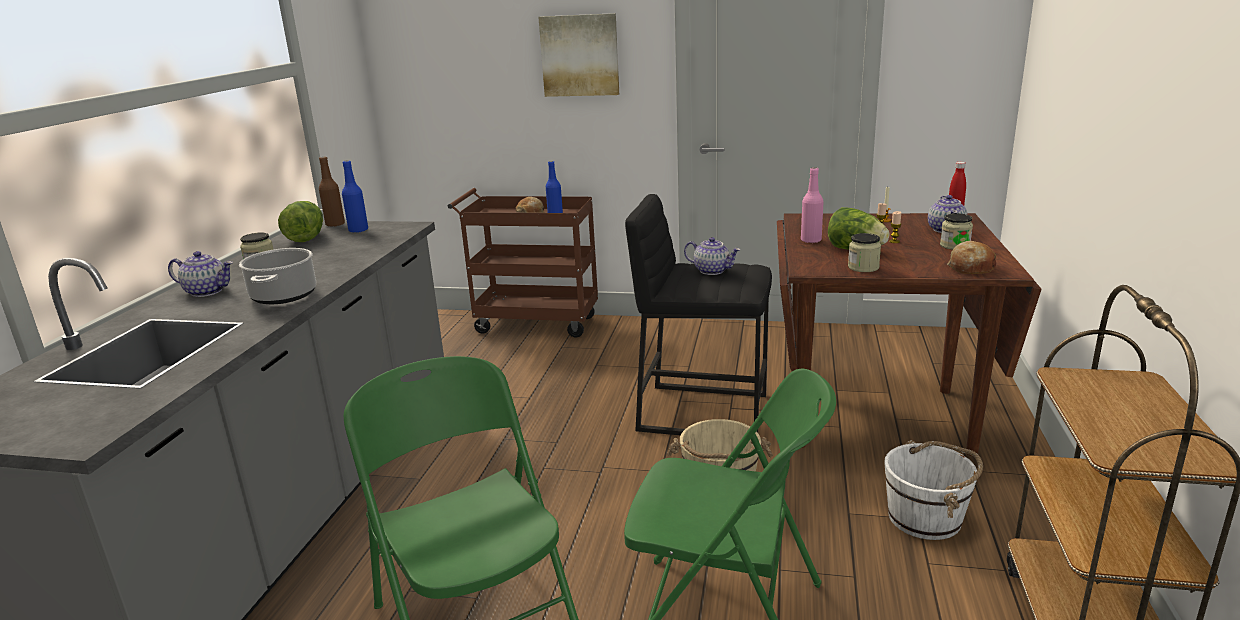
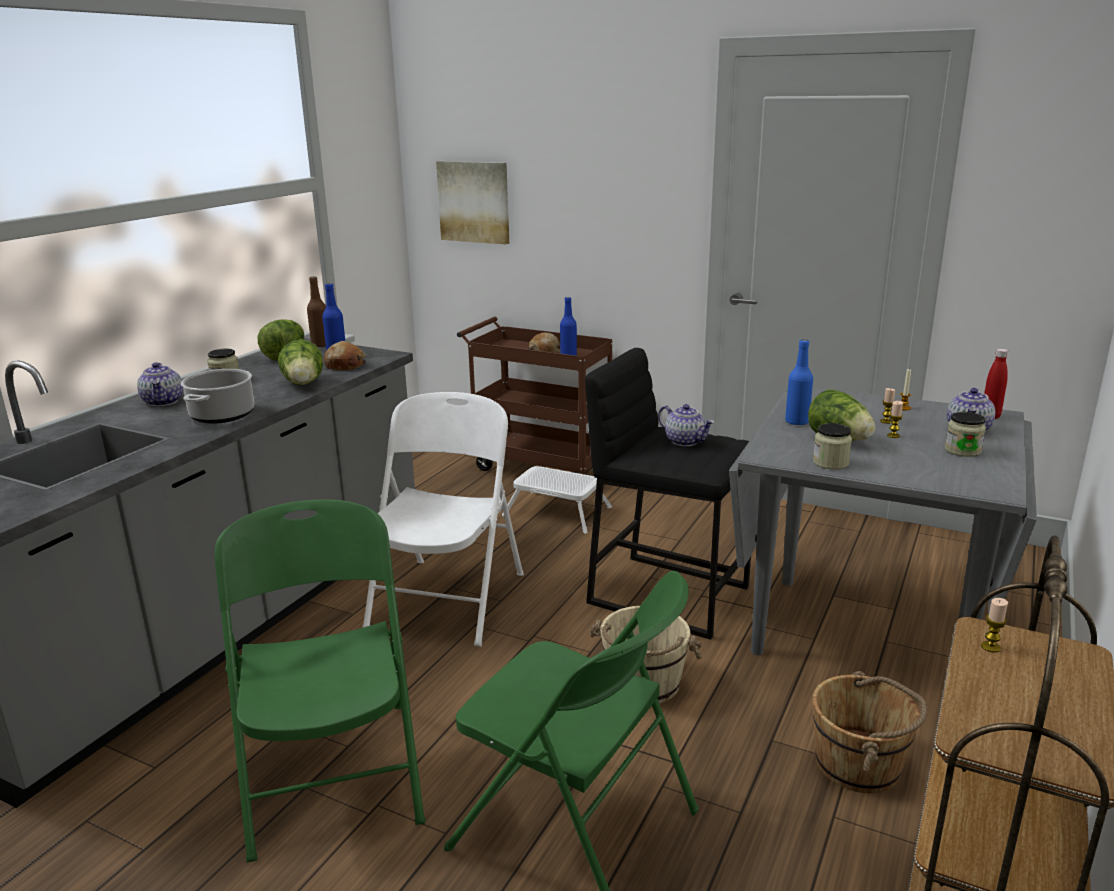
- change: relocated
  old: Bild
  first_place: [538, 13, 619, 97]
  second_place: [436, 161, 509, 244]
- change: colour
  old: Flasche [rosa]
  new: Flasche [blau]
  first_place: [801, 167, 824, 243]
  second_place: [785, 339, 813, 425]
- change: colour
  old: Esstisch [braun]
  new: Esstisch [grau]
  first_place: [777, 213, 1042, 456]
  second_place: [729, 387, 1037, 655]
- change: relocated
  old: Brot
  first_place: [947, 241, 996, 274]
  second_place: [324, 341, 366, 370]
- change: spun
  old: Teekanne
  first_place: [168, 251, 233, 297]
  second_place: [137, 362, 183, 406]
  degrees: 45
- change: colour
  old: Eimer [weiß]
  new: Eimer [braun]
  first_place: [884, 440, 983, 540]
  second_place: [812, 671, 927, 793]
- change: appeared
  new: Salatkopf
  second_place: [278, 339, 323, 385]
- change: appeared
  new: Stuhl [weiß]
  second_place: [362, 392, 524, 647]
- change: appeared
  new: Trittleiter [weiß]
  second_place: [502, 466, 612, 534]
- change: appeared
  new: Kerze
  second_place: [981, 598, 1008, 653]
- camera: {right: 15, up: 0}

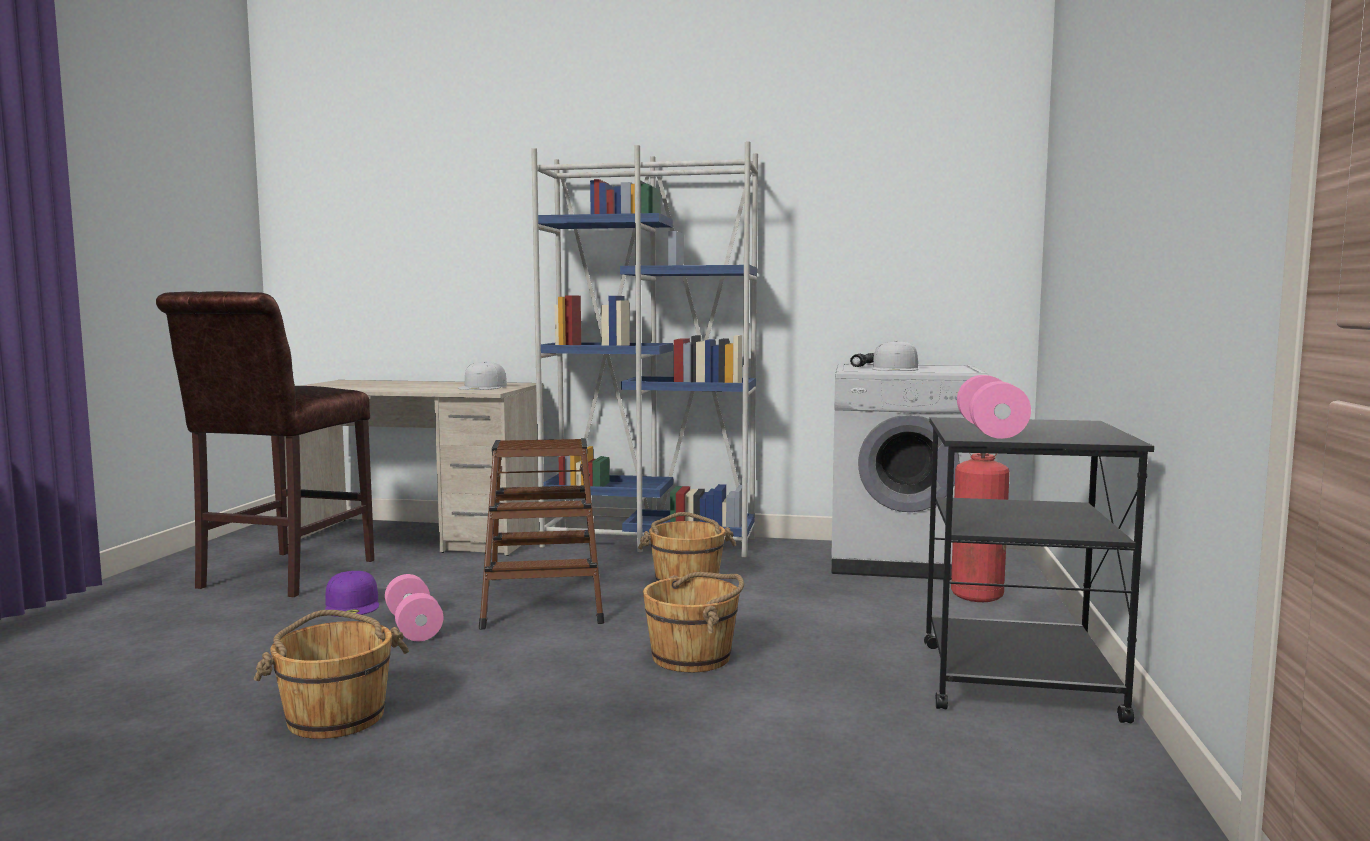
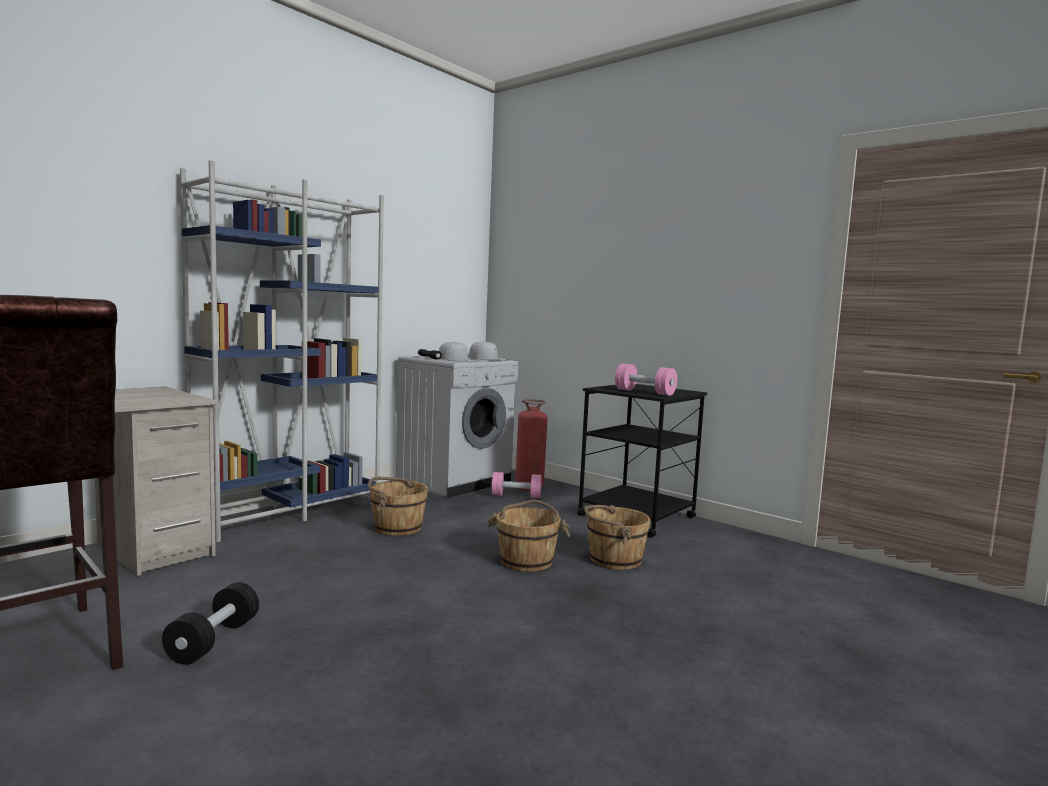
- change: relocated
  old: Kappe [weiß]
  first_place: [458, 361, 507, 390]
  second_place: [469, 341, 506, 360]
- change: missing
  old: Trittleiter [braun]
  first_place: [479, 438, 604, 629]
- change: exchanged
  old: Kappe [lila]
  new: Hantel [schwarz]
  first_place: [325, 571, 379, 617]
  second_place: [162, 582, 259, 665]
- change: relocated
  old: Hantel [rosa]
  first_place: [385, 574, 443, 641]
  second_place: [492, 472, 542, 498]
- change: relocated
  old: Eimer [braun]
  first_place: [253, 610, 409, 739]
  second_place: [584, 505, 651, 570]
- camera: {right: -60, up: 0}

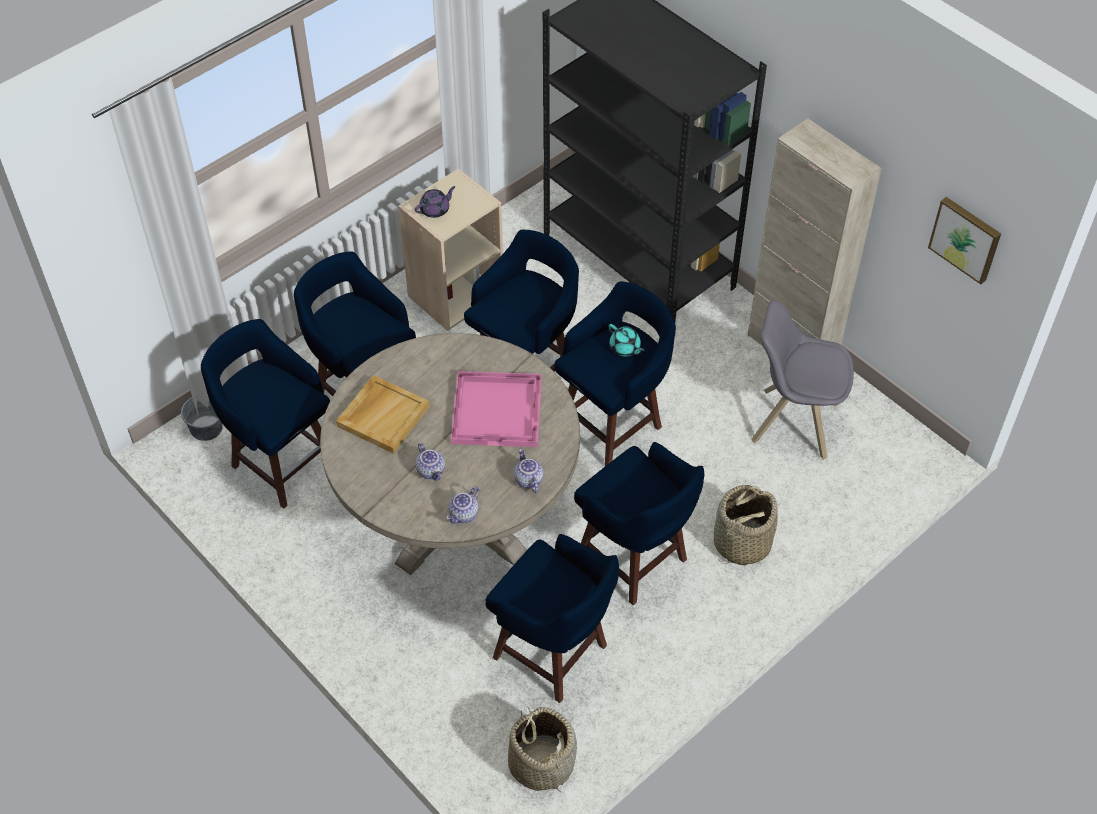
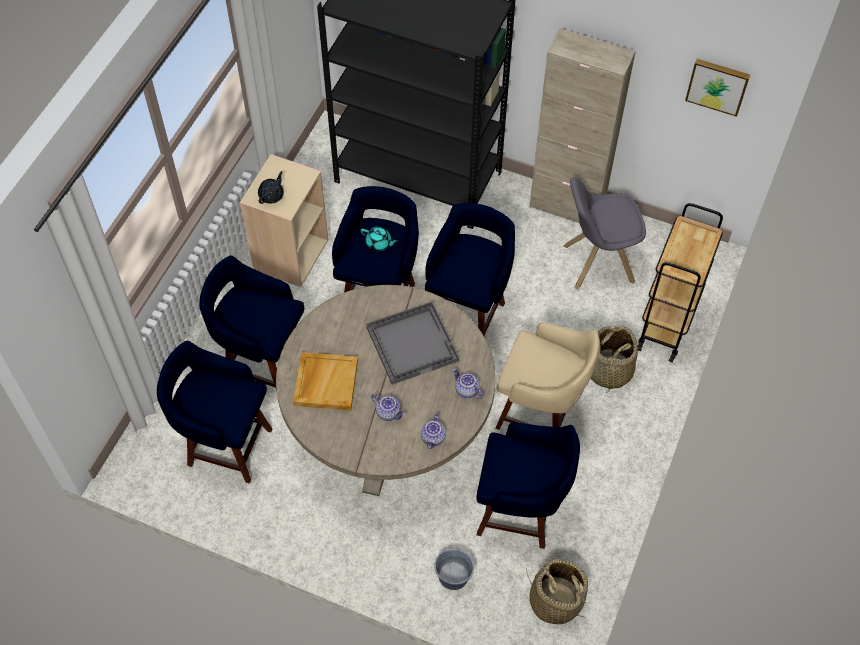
- change: colour
  old: Teekanne [lila]
  new: Teekanne [schwarz]
  first_place: [415, 186, 455, 218]
  second_place: [258, 171, 284, 204]
- change: relocated
  old: Teekanne [türkis]
  first_place: [609, 324, 645, 356]
  second_place: [361, 226, 398, 251]
- change: colour
  old: Tablett [rosa]
  new: Tablett [grau]
  first_place: [451, 371, 542, 447]
  second_place: [366, 302, 459, 385]
- change: relocated
  old: Eimer [grau]
  first_place: [181, 393, 223, 441]
  second_place: [434, 548, 474, 590]
- change: colour
  old: Hocker [blau]
  new: Hocker [beige]
  first_place: [574, 442, 704, 605]
  second_place: [495, 322, 601, 430]
- change: appeared
  new: Rollwagen [braun]
  second_place: [638, 203, 723, 363]
- camera: {right: -25, up: 5}

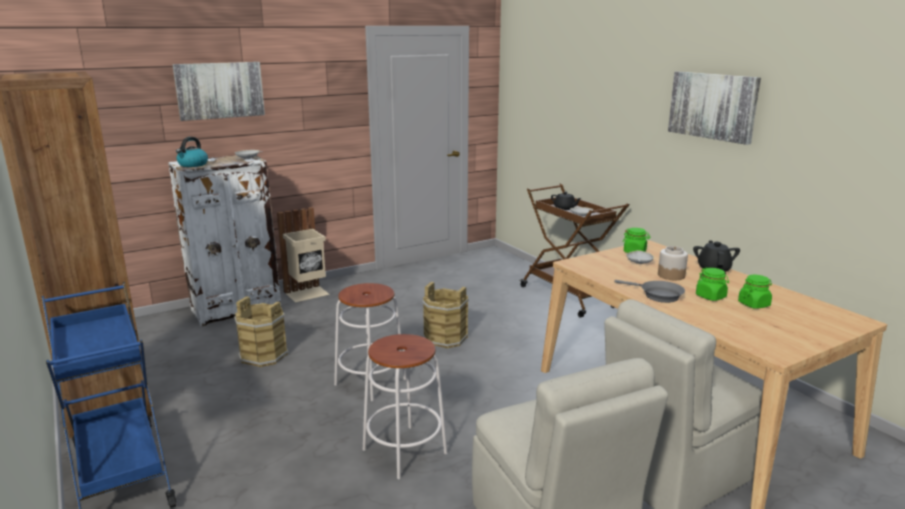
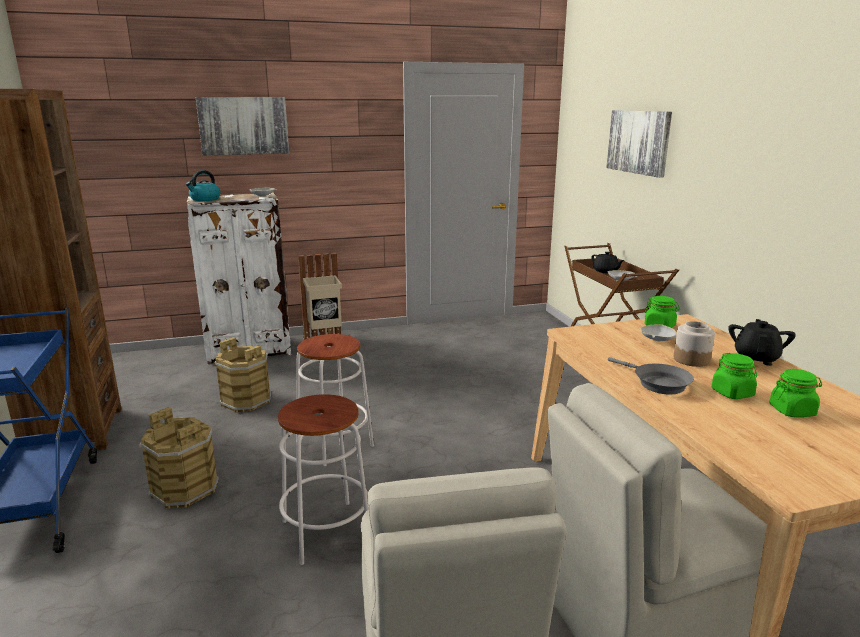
- change: relocated
  old: Bild
  first_place: [668, 71, 761, 145]
  second_place: [606, 110, 672, 178]
- change: relocated
  old: Eimer [braun]
  first_place: [422, 282, 469, 348]
  second_place: [139, 407, 219, 509]
- camera: {right: 15, up: 0}

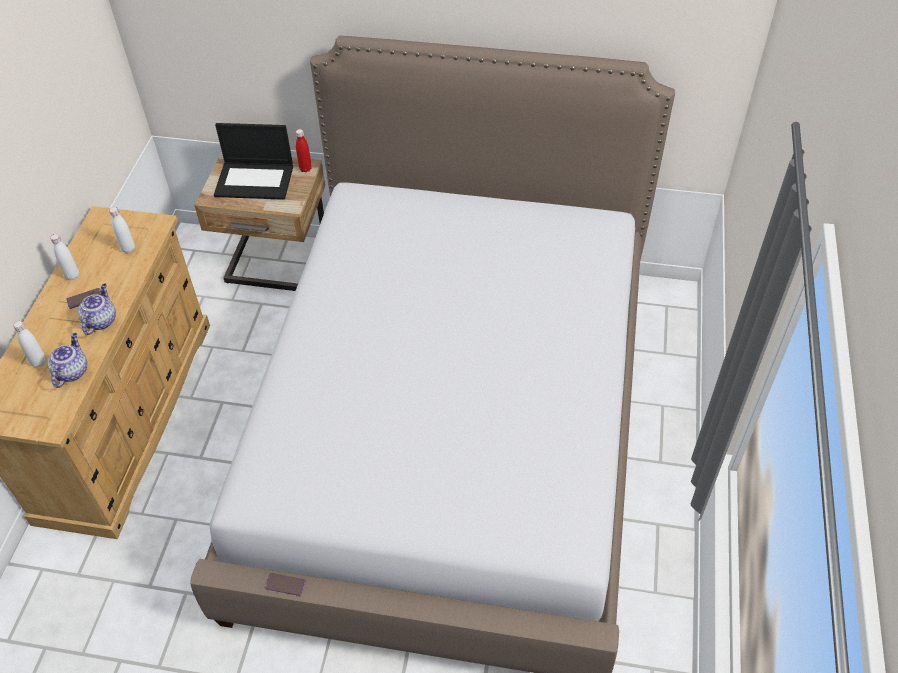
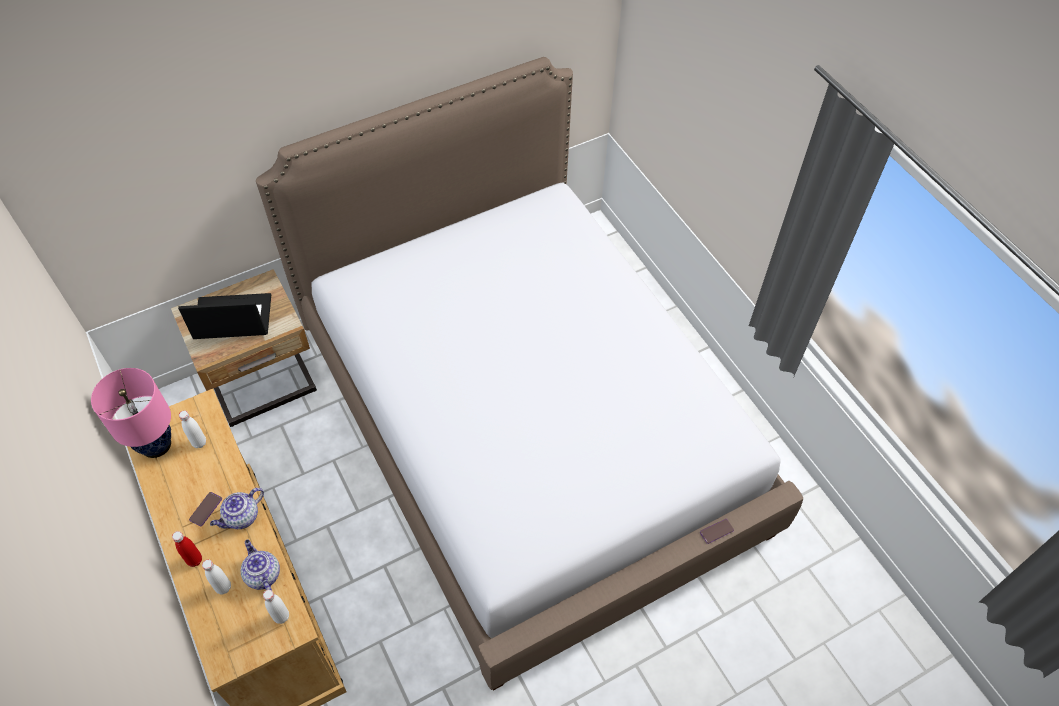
- change: spun
  old: Laptop
  first_place: [214, 123, 293, 200]
  second_place: [178, 293, 271, 339]
  degrees: -150
- change: relocated
  old: Flasche [rot]
  first_place: [296, 129, 312, 172]
  second_place: [172, 531, 202, 567]
- change: relocated
  old: Flasche [weiß]
  first_place: [50, 234, 79, 280]
  second_place: [263, 590, 289, 624]
- change: spun
  old: Teekanne
  first_place: [78, 284, 116, 335]
  second_place: [210, 488, 264, 529]
  degrees: -105
- change: relocated
  old: Handy
  first_place: [264, 573, 305, 596]
  second_place: [700, 519, 734, 544]
- change: appeared
  new: Tischlampe [rosa]
  second_place: [91, 368, 171, 458]
- camera: {right: -40, up: 5}

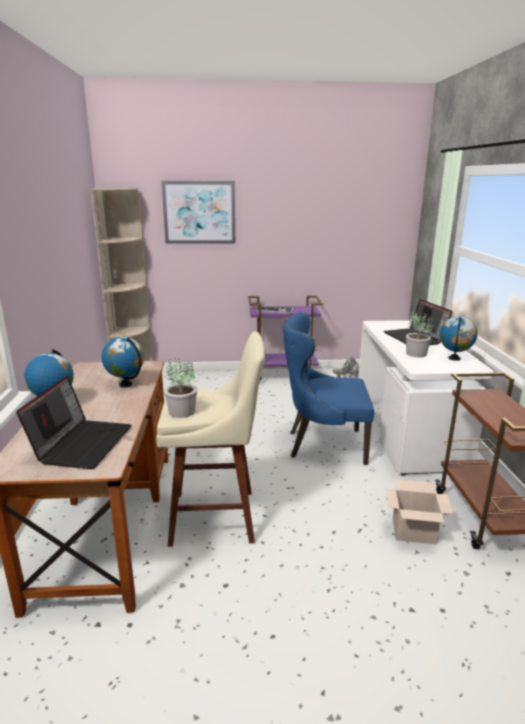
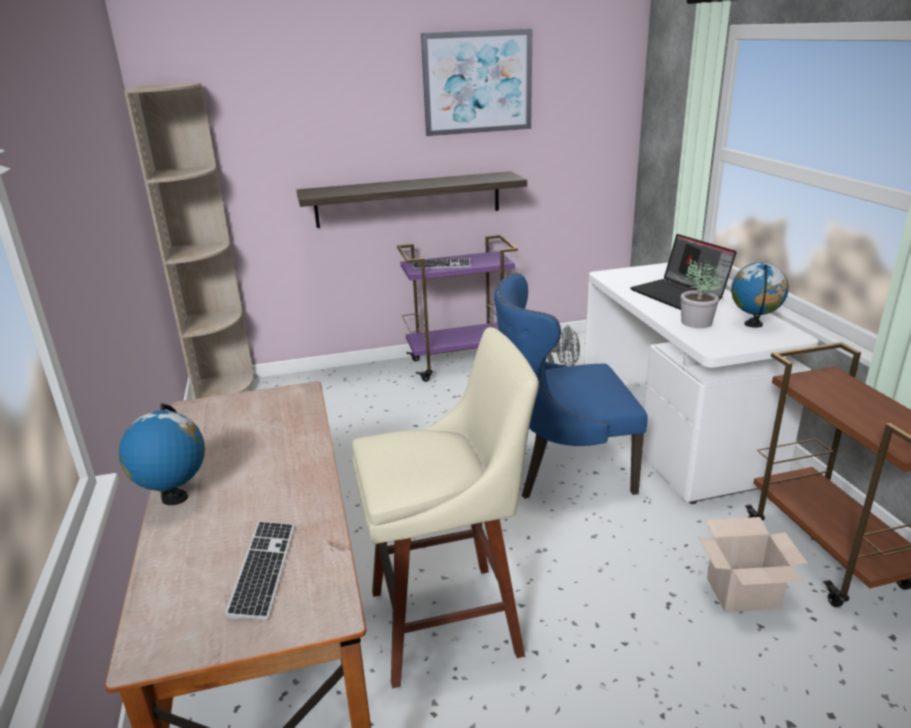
- change: relocated
  old: Bild
  first_place: [162, 181, 235, 244]
  second_place: [421, 29, 532, 136]
- change: missing
  old: Globus
  first_place: [102, 337, 144, 388]
- change: missing
  old: Topfpflanze
  first_place: [164, 358, 197, 418]
- change: exchanged
  old: Laptop
  new: Tastatur
  first_place: [16, 376, 131, 469]
  second_place: [224, 521, 295, 620]
- change: appeared
  new: Wandregal
  second_place: [297, 171, 527, 228]
- camera: {right: -10, up: 5}

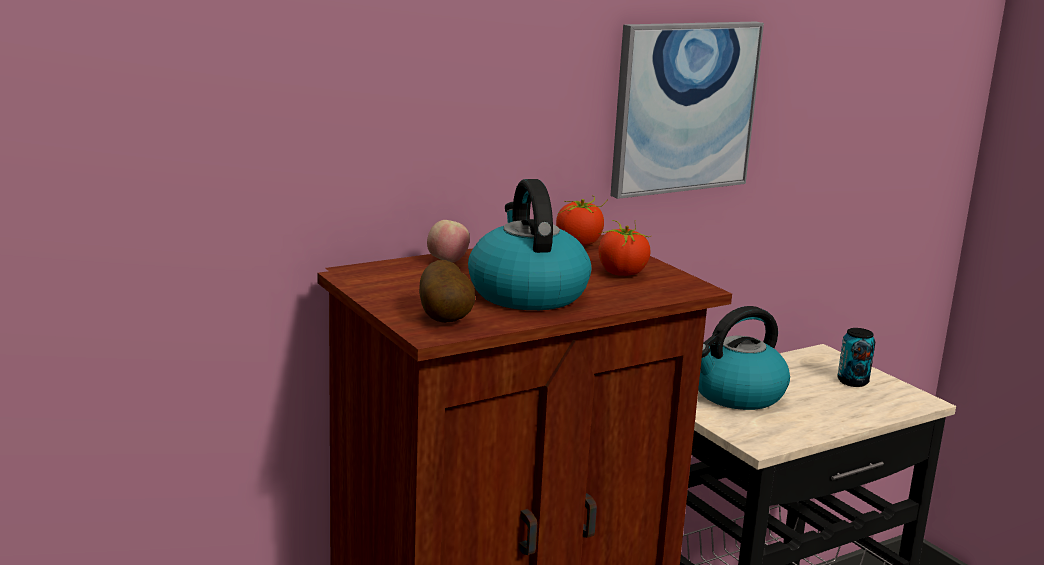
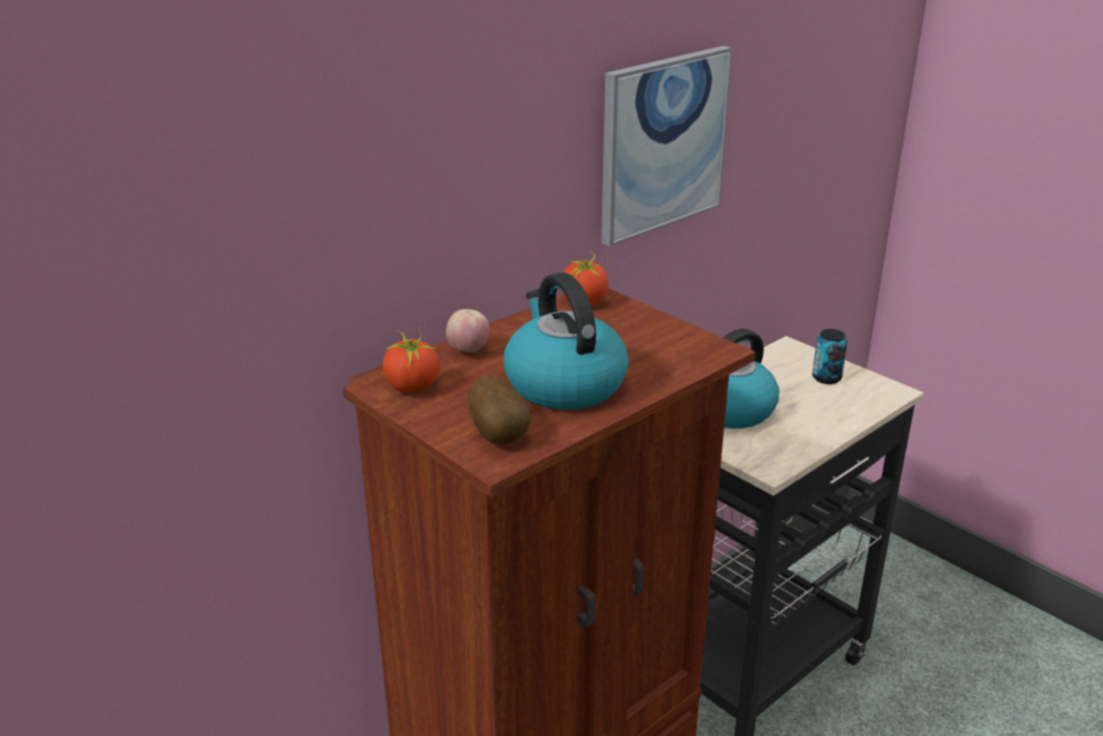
- change: relocated
  old: Tomate
  first_place: [598, 220, 651, 276]
  second_place: [380, 327, 440, 393]
- camera: {right: -10, up: 10}

